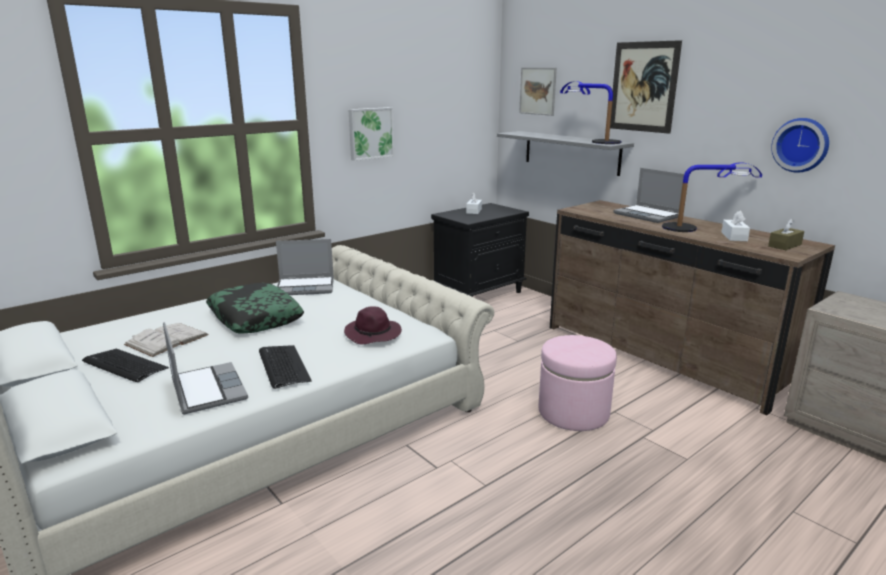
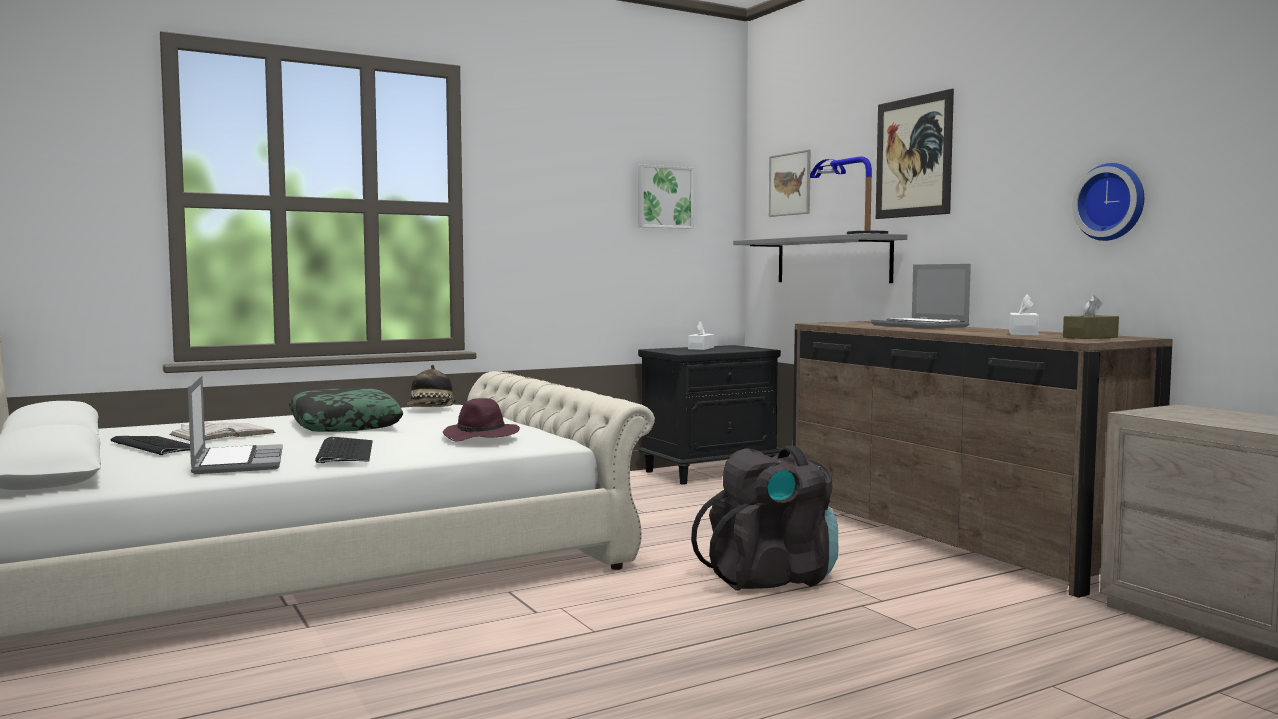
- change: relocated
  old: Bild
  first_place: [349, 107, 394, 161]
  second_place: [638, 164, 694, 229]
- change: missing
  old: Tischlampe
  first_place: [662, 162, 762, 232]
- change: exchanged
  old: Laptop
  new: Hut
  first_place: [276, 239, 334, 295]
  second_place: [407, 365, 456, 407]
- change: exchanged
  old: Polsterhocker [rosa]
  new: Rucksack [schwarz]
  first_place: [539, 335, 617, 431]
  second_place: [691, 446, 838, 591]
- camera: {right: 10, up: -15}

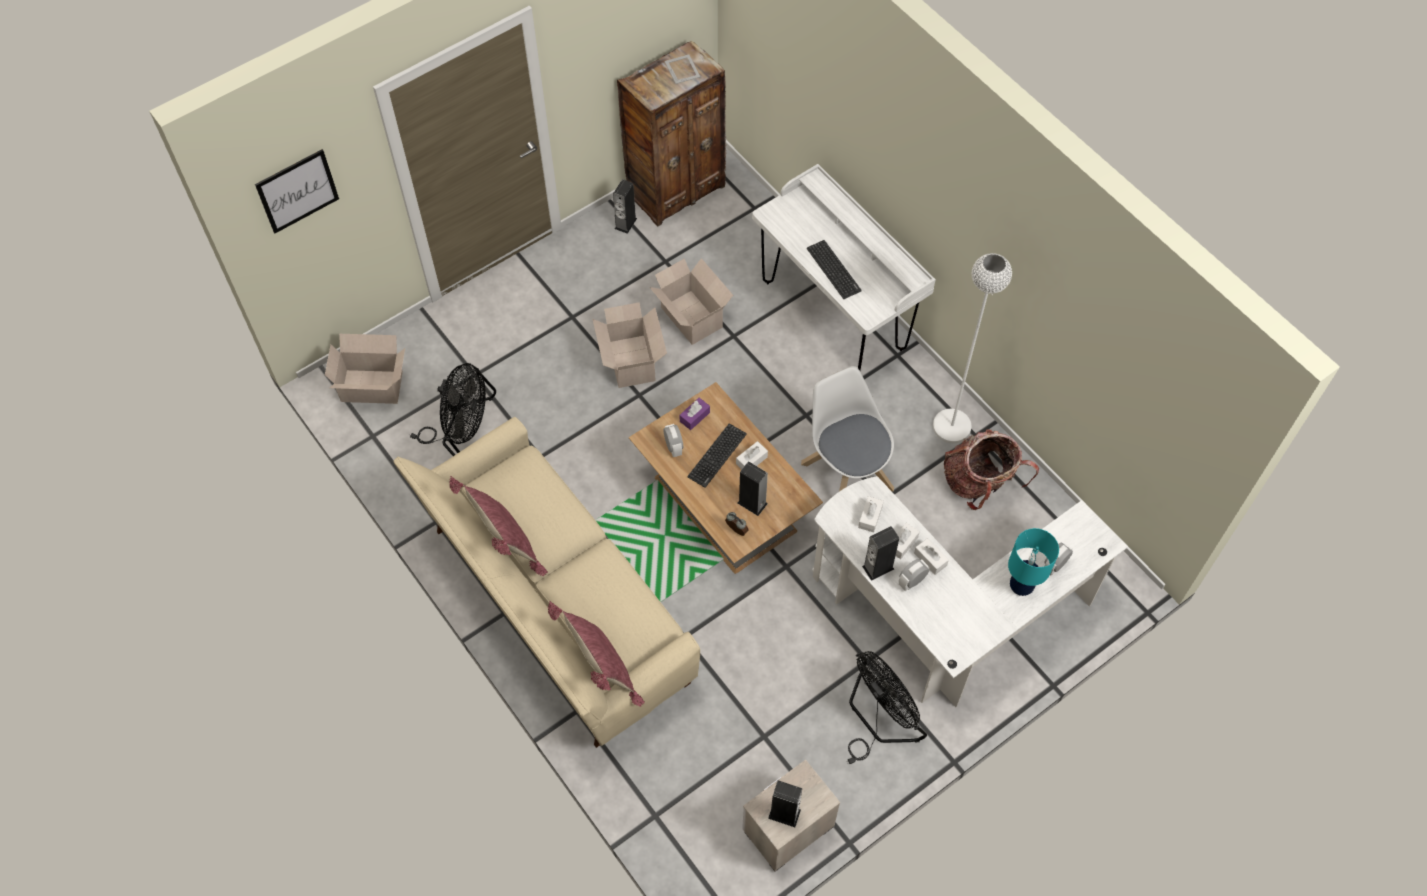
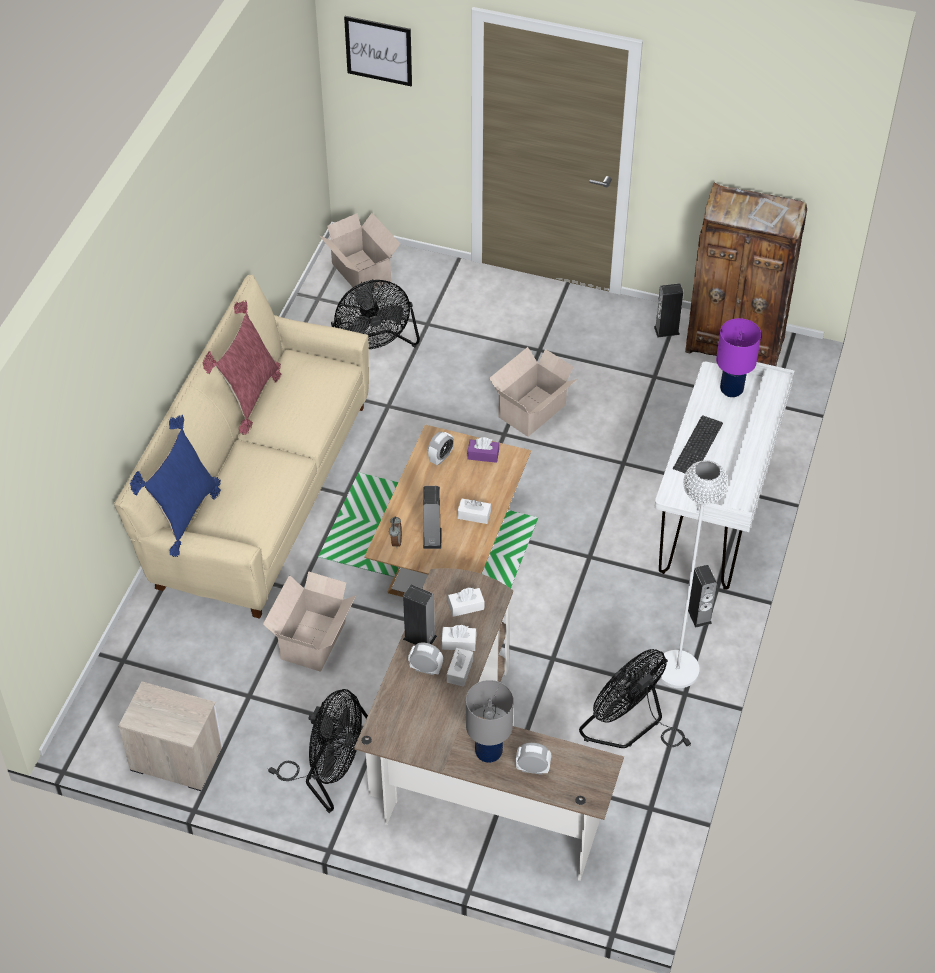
- change: relocated
  old: Karton
  first_place: [649, 258, 733, 345]
  second_place: [263, 571, 357, 671]
- change: missing
  old: Stuhl
  first_place: [801, 366, 894, 492]
- change: missing
  old: Tastatur
  first_place: [687, 423, 747, 488]
- change: exchanged
  old: Rucksack
  new: Ventilator [schwarz]
  first_place: [944, 430, 1039, 510]
  second_place: [579, 649, 691, 748]
- change: colour
  old: Schreibtisch [weiß]
  new: Schreibtisch [braun]
  first_place: [812, 476, 1128, 707]
  second_place: [354, 568, 624, 881]
- change: colour
  old: Tischlampe [türkis]
  new: Tischlampe [grau]
  first_place: [1008, 528, 1059, 596]
  second_place: [466, 680, 514, 763]
- change: colour
  old: Kissen [rot]
  new: Kissen [blau]
  first_place: [548, 601, 645, 707]
  second_place: [130, 415, 221, 557]
- change: relocated
  old: Lautsprecher
  first_place: [768, 780, 802, 827]
  second_place: [688, 565, 717, 628]
- change: appeared
  new: Tischlampe [lila]
  second_place: [716, 318, 761, 397]
- camera: {right: 55, up: -10}

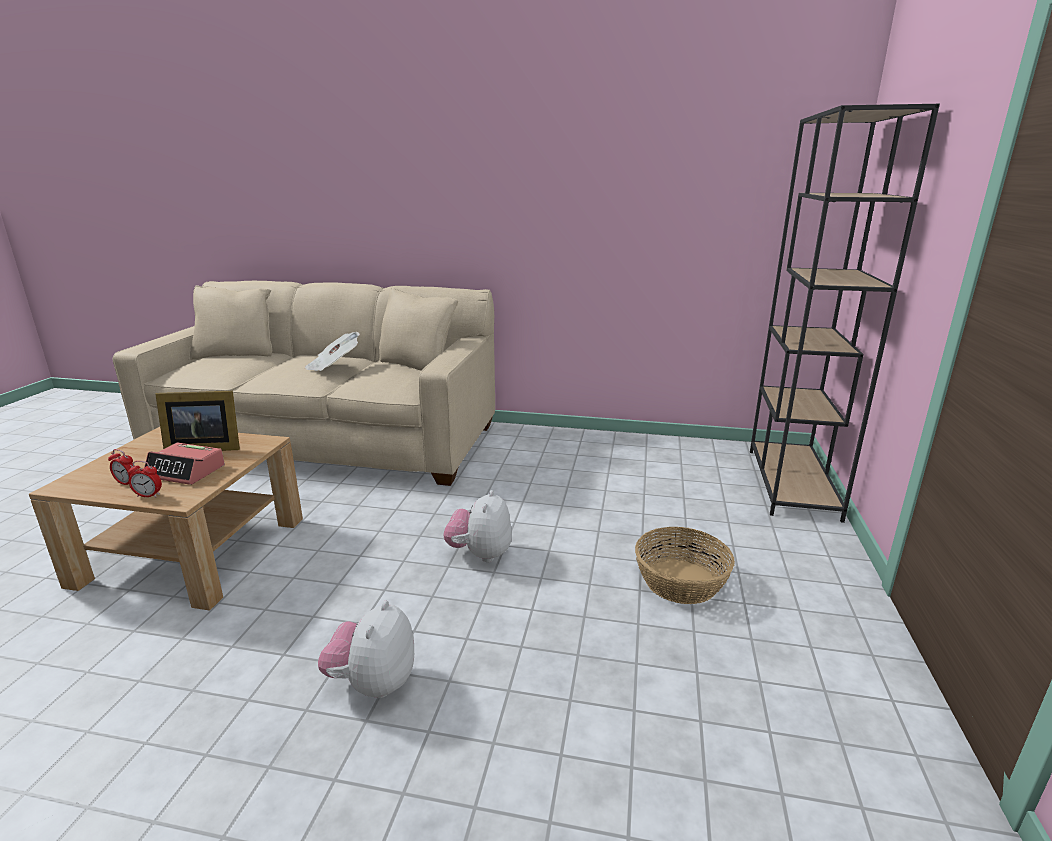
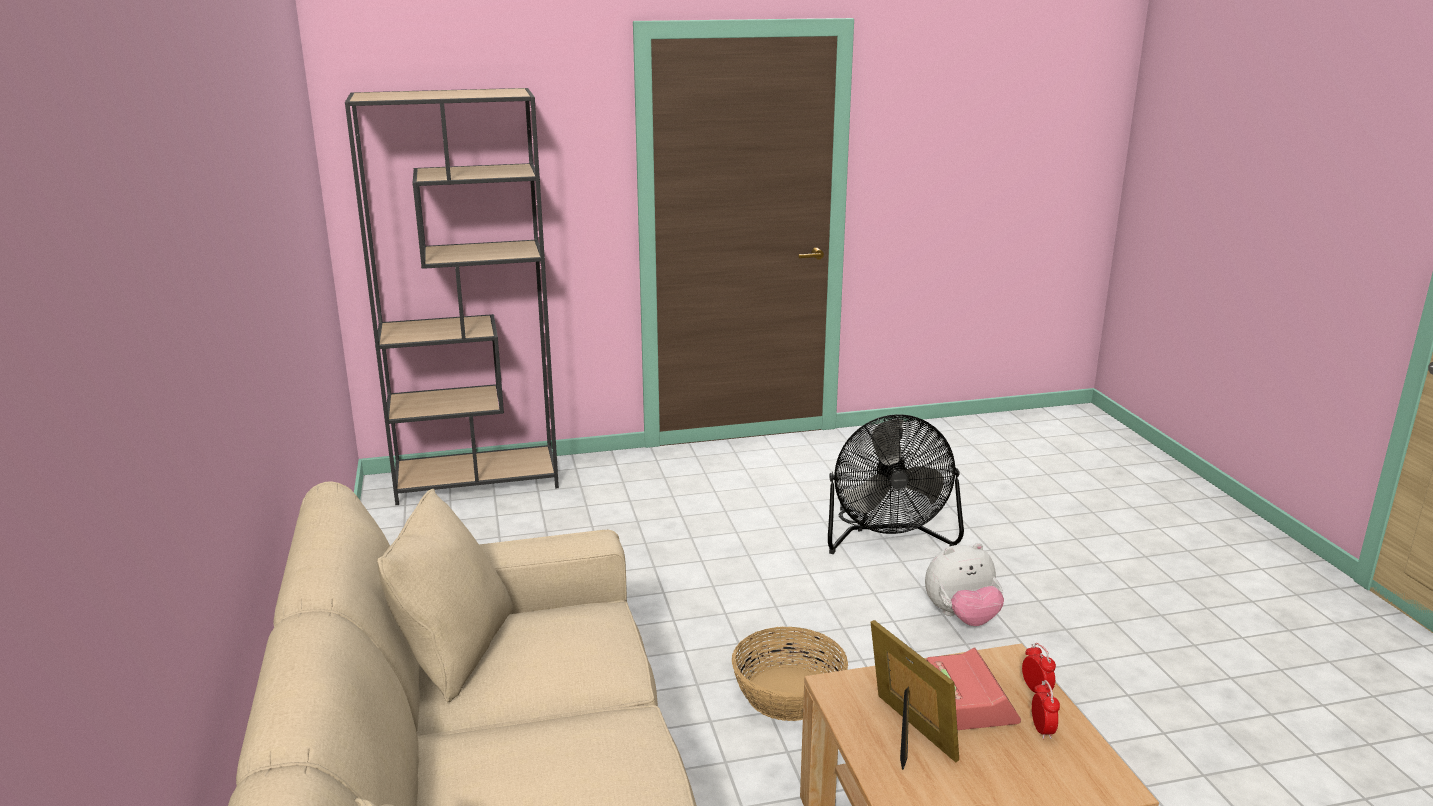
- change: missing
  old: Zeitung
  first_place: [305, 332, 360, 371]
- change: missing
  old: Plüschtier
  first_place: [443, 490, 512, 562]
- change: relocated
  old: Korb
  first_place: [635, 527, 735, 604]
  second_place: [732, 627, 848, 721]
- change: appeared
  new: Ventilator [schwarz]
  second_place: [828, 414, 964, 554]
- camera: {right: -115, up: 0}

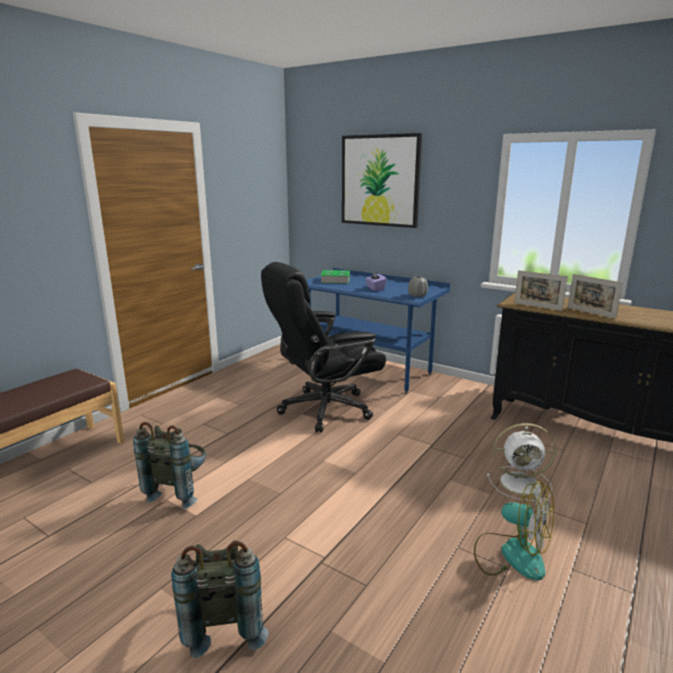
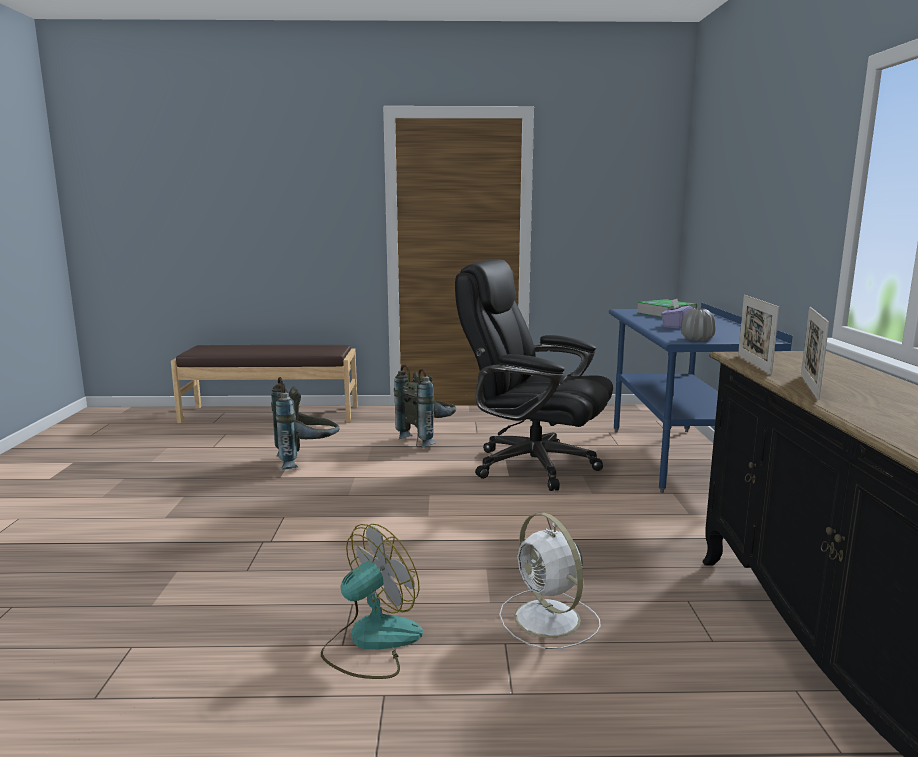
- change: missing
  old: Bild
  first_place: [342, 133, 422, 228]
- change: spun
  old: Ventilator
  first_place: [474, 481, 554, 580]
  second_place: [321, 524, 423, 679]
  degrees: -135
- change: relocated
  old: Rucksack [grau]
  first_place: [171, 540, 268, 658]
  second_place: [394, 364, 456, 448]
- camera: {right: 55, up: -5}

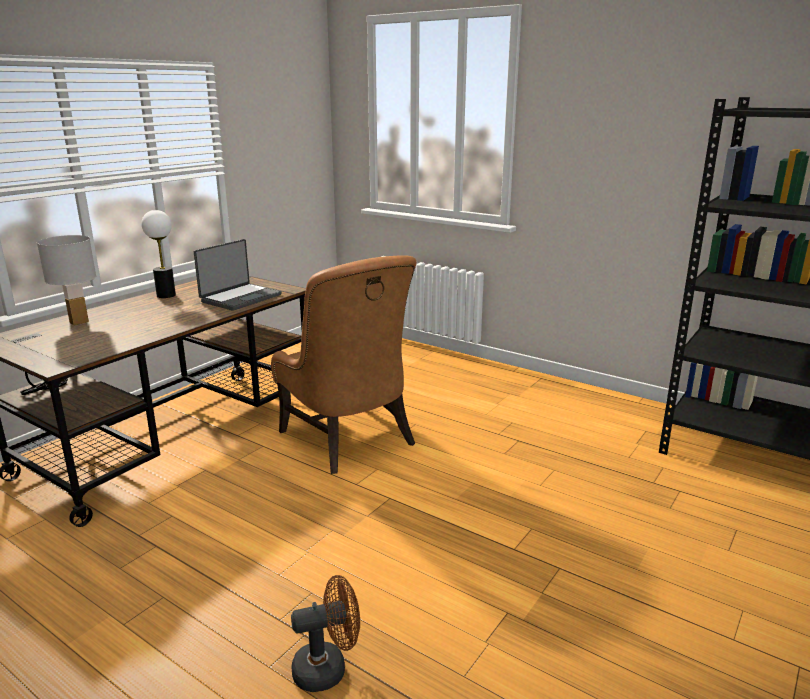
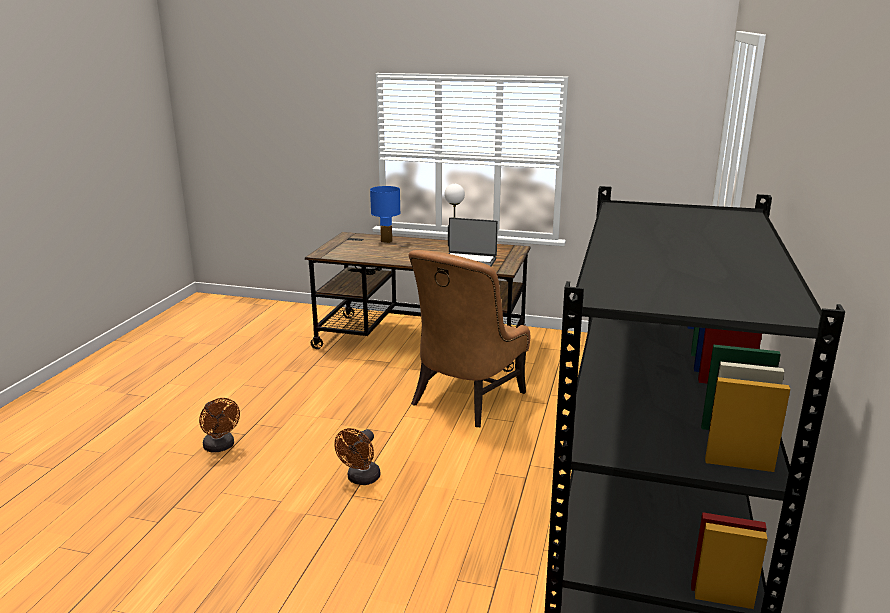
- change: colour
  old: Tischlampe [weiß]
  new: Tischlampe [blau]
  first_place: [37, 235, 96, 325]
  second_place: [370, 186, 400, 243]
- change: appeared
  new: Ventilator [braun]
  second_place: [334, 428, 380, 485]
- camera: {right: 70, up: 0}

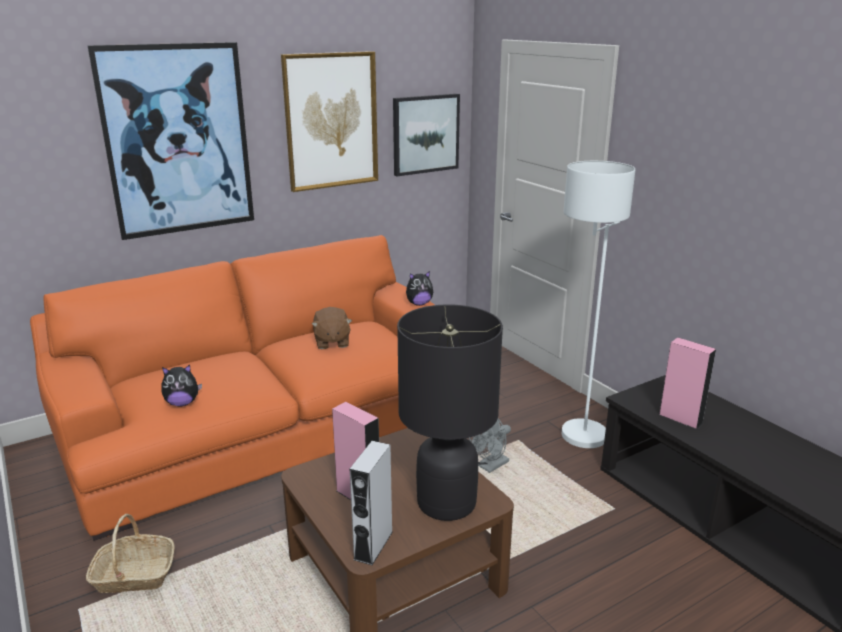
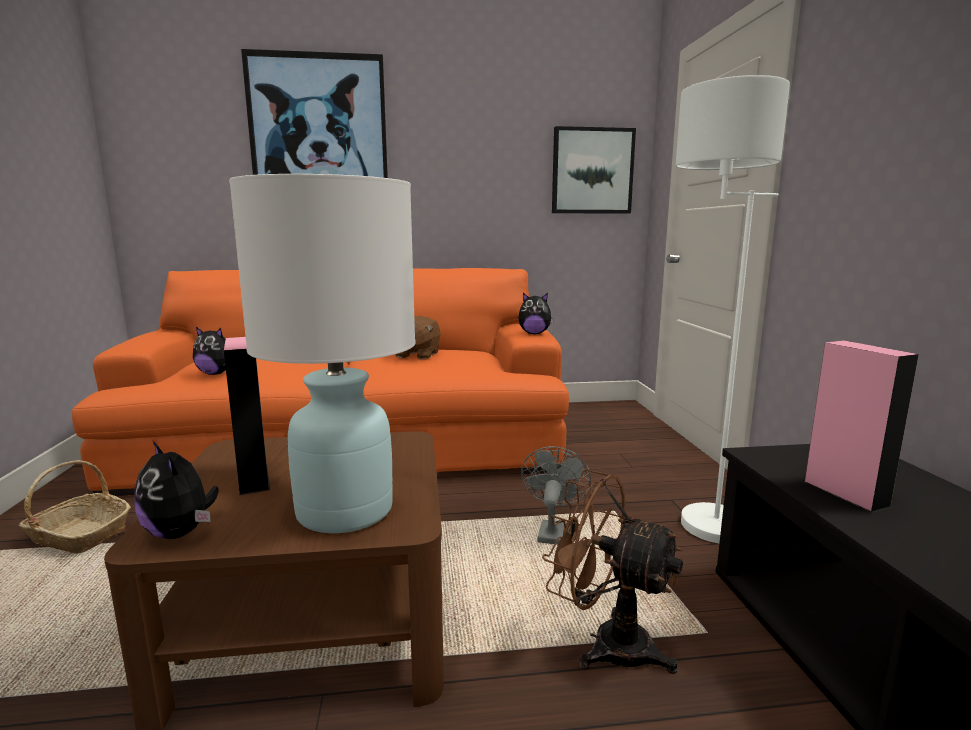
- change: missing
  old: Bild
  first_place: [281, 51, 378, 192]
- change: colour
  old: Tischlampe [schwarz]
  new: Tischlampe [weiß]
  first_place: [397, 304, 503, 521]
  second_place: [229, 174, 416, 533]
- change: spun
  old: Ventilator [grau]
  first_place: [469, 418, 511, 473]
  second_place: [521, 446, 591, 545]
  degrees: 120
- change: exchanged
  old: Lautsprecher [grau]
  new: Plüschtier
  first_place: [350, 441, 393, 565]
  second_place: [134, 441, 219, 539]
- change: appeared
  new: Ventilator [braun]
  second_place: [542, 469, 683, 674]
- camera: {right: 25, up: -10}

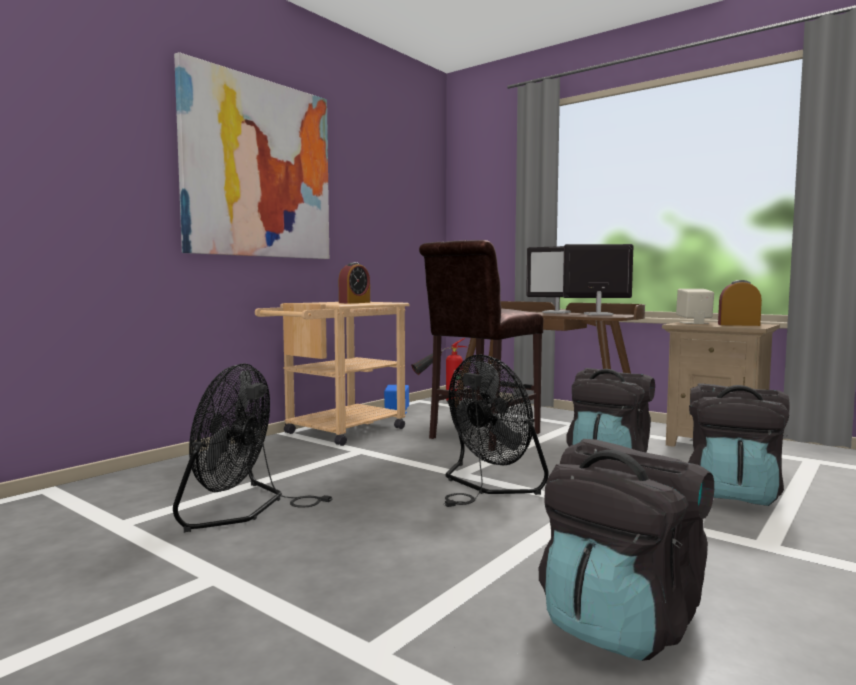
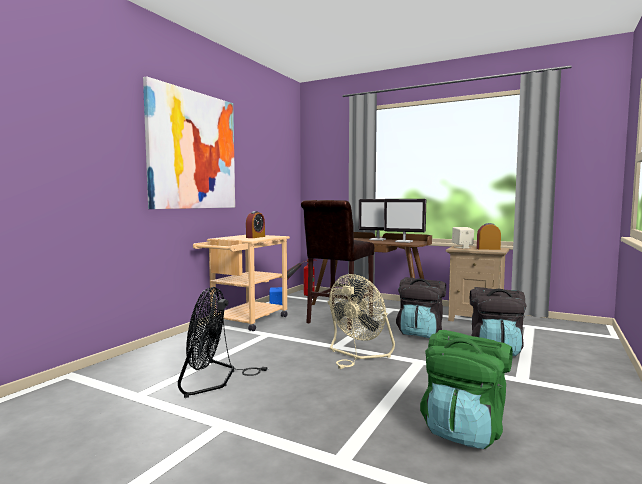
- change: spun
  old: Monitor
  first_place: [563, 244, 633, 316]
  second_place: [384, 199, 426, 243]
  degrees: -150
- change: colour
  old: Ventilator [schwarz]
  new: Ventilator [beige]
  first_place: [443, 355, 549, 507]
  second_place: [328, 274, 395, 369]
- change: colour
  old: Rucksack [schwarz]
  new: Rucksack [grün]
  first_place: [539, 439, 714, 661]
  second_place: [420, 330, 513, 449]
- camera: {right: -10, up: 0}

